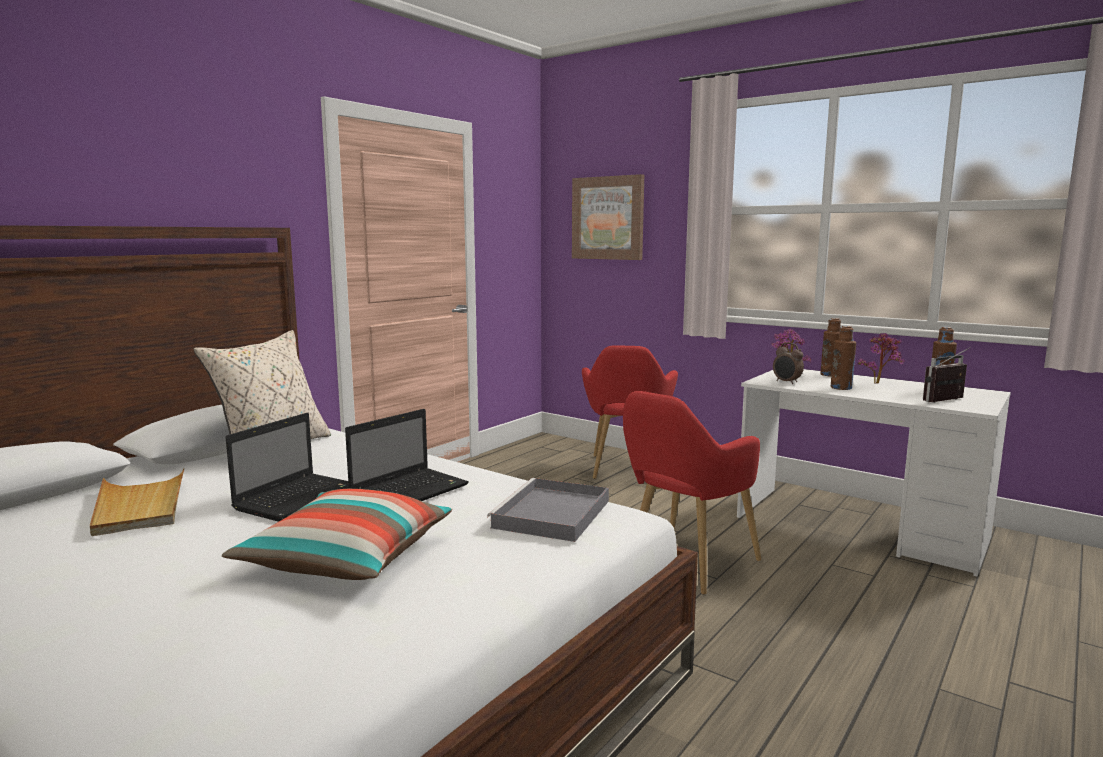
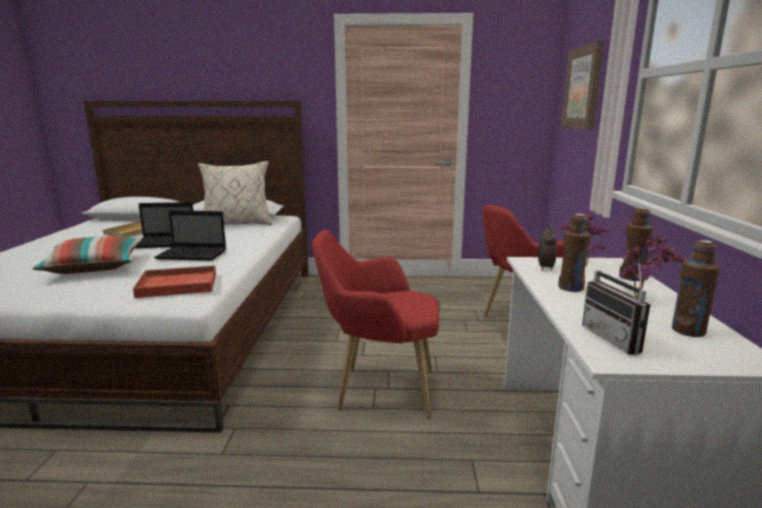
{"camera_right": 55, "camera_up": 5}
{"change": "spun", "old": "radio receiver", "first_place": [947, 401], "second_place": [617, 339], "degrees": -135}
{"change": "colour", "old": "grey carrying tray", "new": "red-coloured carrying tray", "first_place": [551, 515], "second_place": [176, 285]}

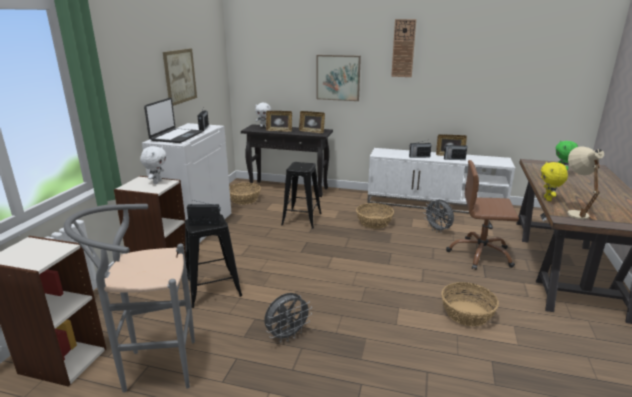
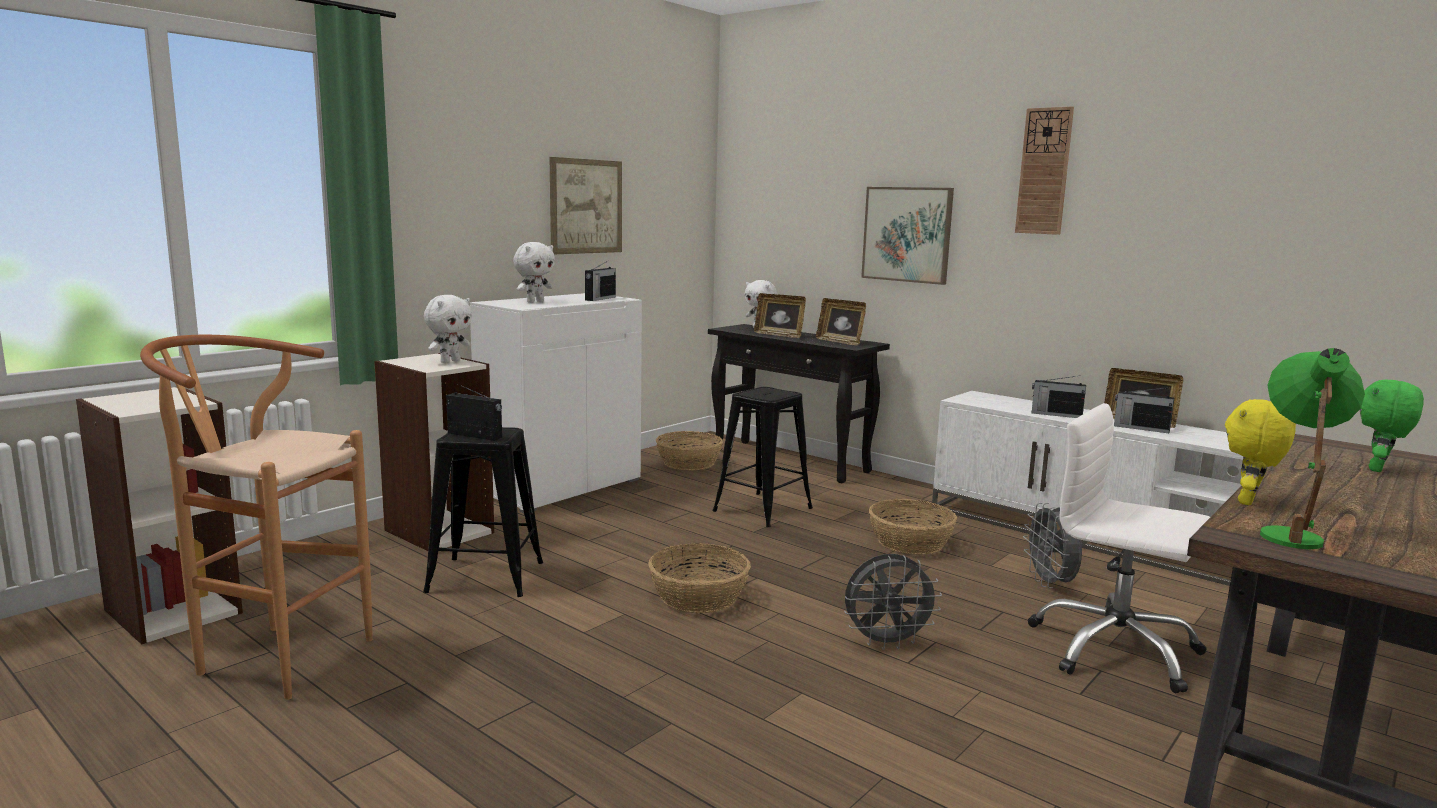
{"camera_right": 25, "camera_up": -10}
{"change": "exchanged", "old": "laptop", "new": "whitish plush toy", "first_place": [176, 136], "second_place": [535, 301]}
{"change": "colour", "old": "sand-coloured table lamp", "new": "greenish table lamp", "first_place": [575, 212], "second_place": [1292, 533]}
{"change": "colour", "old": "brownish computer chair", "new": "whitish computer chair", "first_place": [480, 254], "second_place": [1114, 650]}
{"change": "colour", "old": "grey sitting stool", "new": "brownish sitting stool", "first_place": [152, 368], "second_place": [272, 656]}
{"change": "relocated", "old": "basket", "first_place": [466, 313], "second_place": [698, 596]}
{"change": "relocated", "old": "grey fan", "first_place": [287, 336], "second_place": [886, 643]}

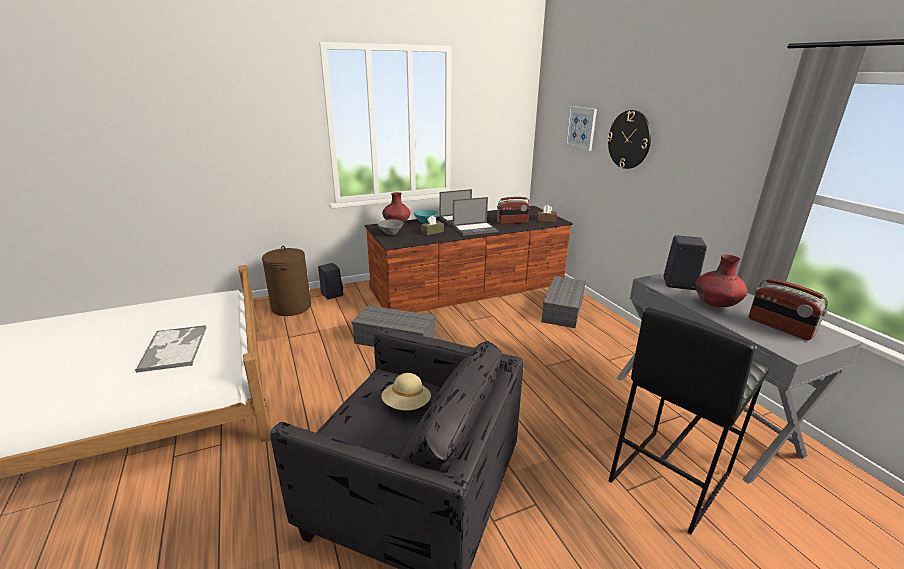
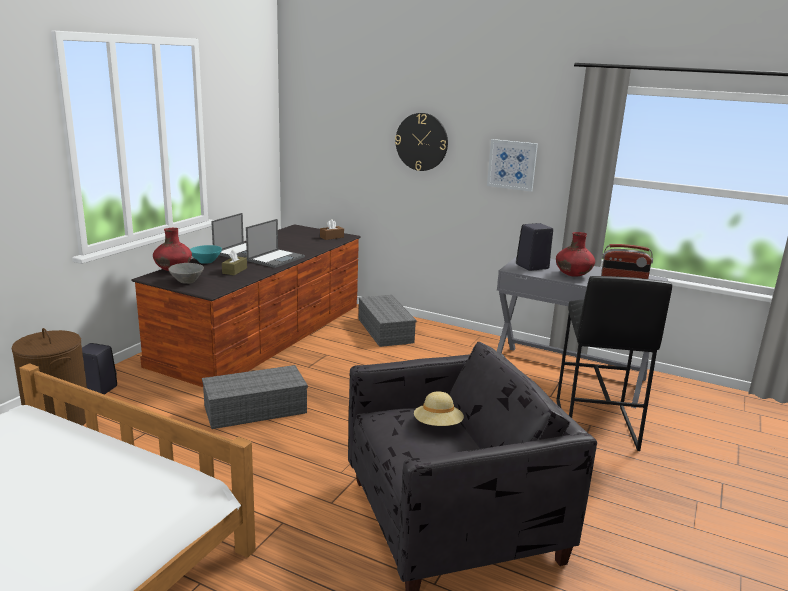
{"camera_right": -40, "camera_up": -5}
{"change": "relocated", "old": "wall art", "first_place": [581, 128], "second_place": [512, 165]}
{"change": "missing", "old": "radio receiver", "first_place": [512, 222]}
{"change": "missing", "old": "carrying tray", "first_place": [174, 348]}

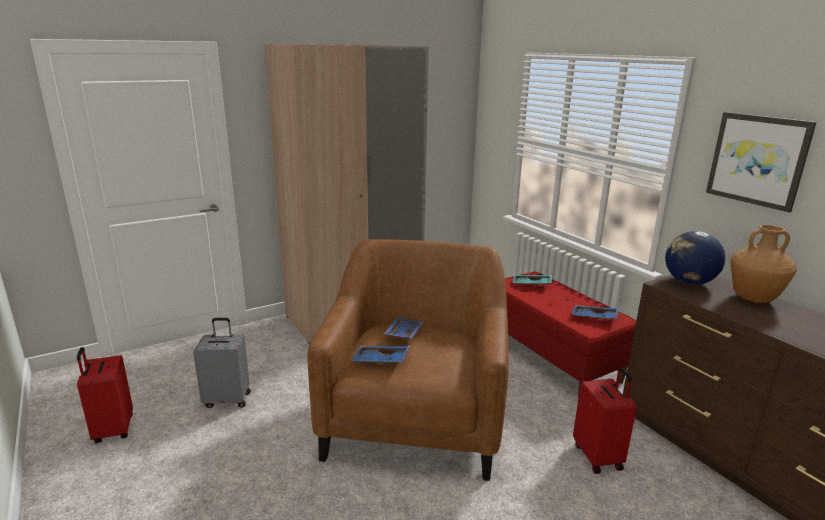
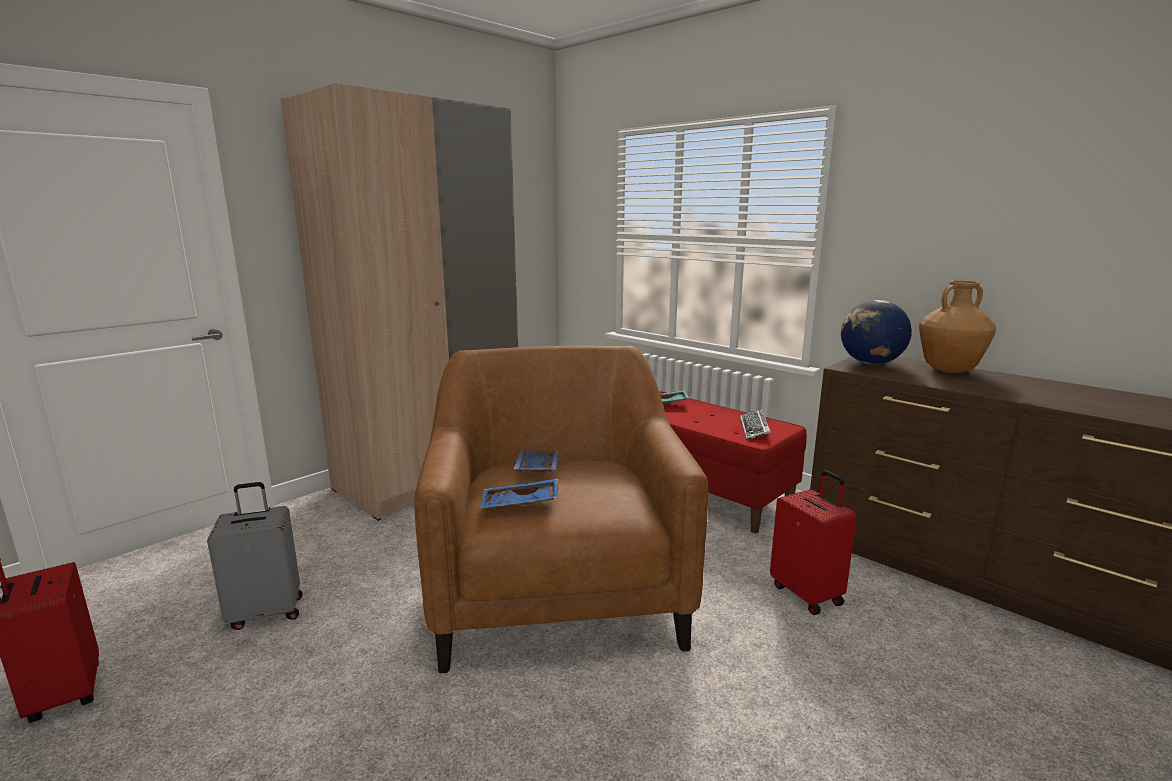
{"camera_right": -15, "camera_up": -5}
{"change": "missing", "old": "wall art", "first_place": [757, 160]}
{"change": "exchanged", "old": "blue carrying tray", "new": "computer keyboard", "first_place": [594, 318], "second_place": [754, 428]}

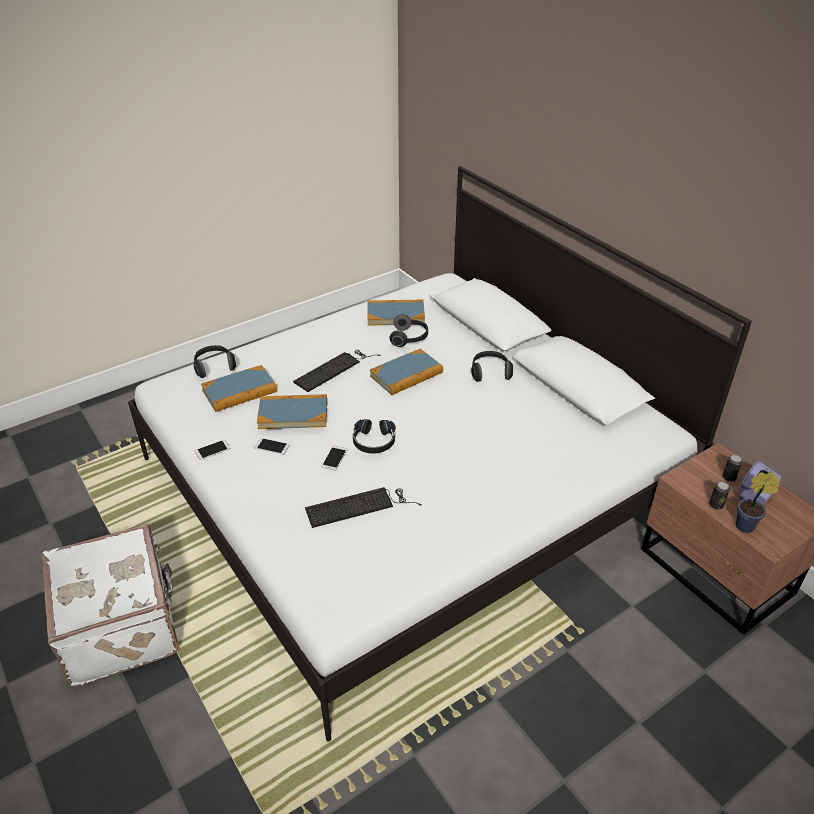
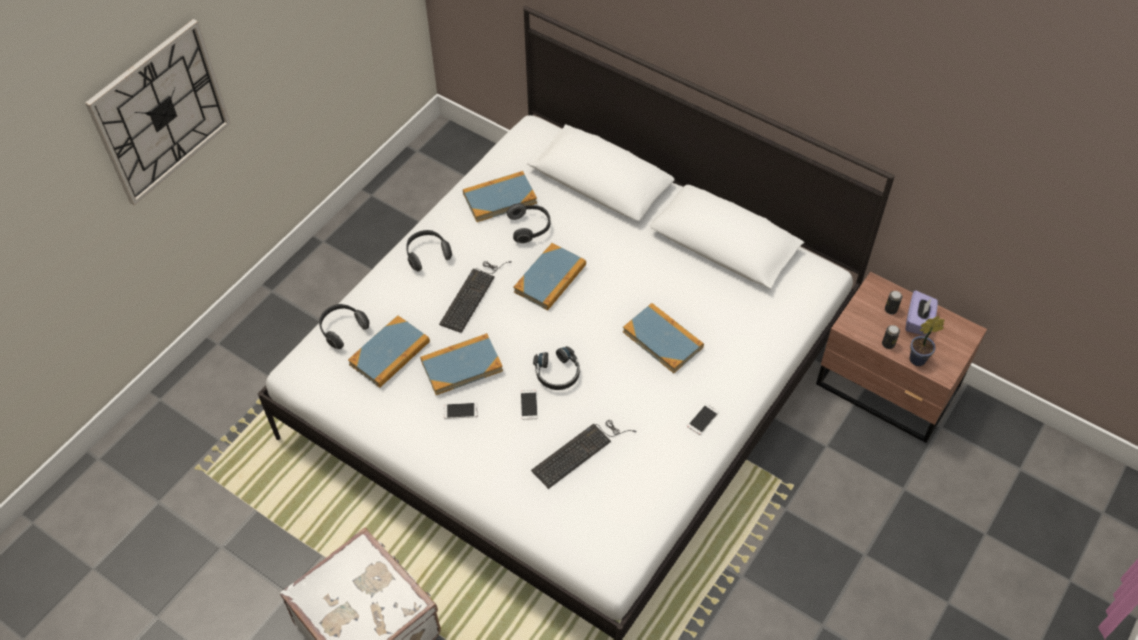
{"camera_right": -20, "camera_up": 15}
{"change": "relocated", "old": "pair of headphones", "first_place": [490, 372], "second_place": [427, 254]}
{"change": "relocated", "old": "handset", "first_place": [212, 450], "second_place": [703, 419]}
{"change": "appeared", "new": "hanging clock", "second_place": [160, 112]}
{"change": "appeared", "new": "volume", "second_place": [662, 339]}

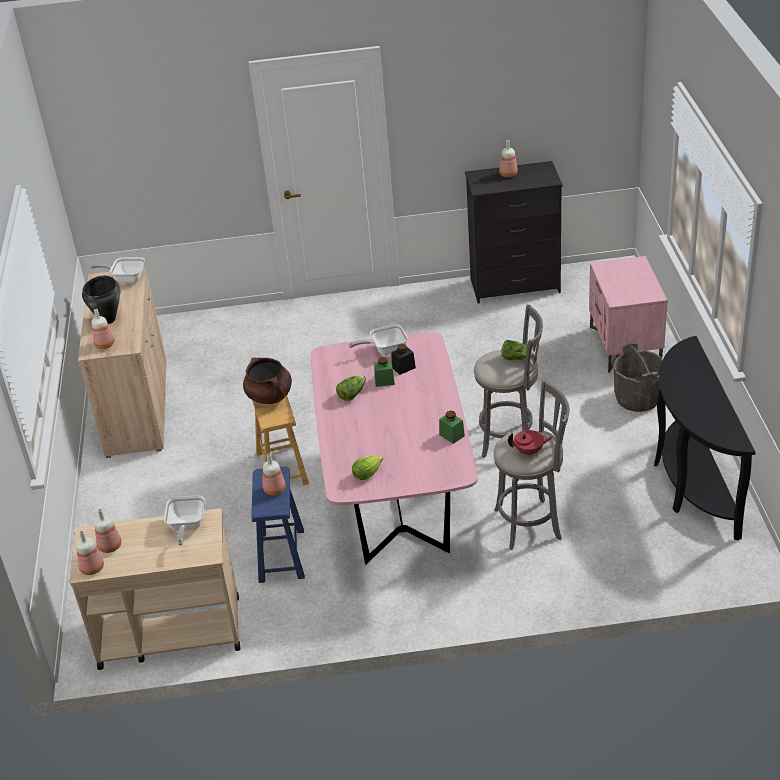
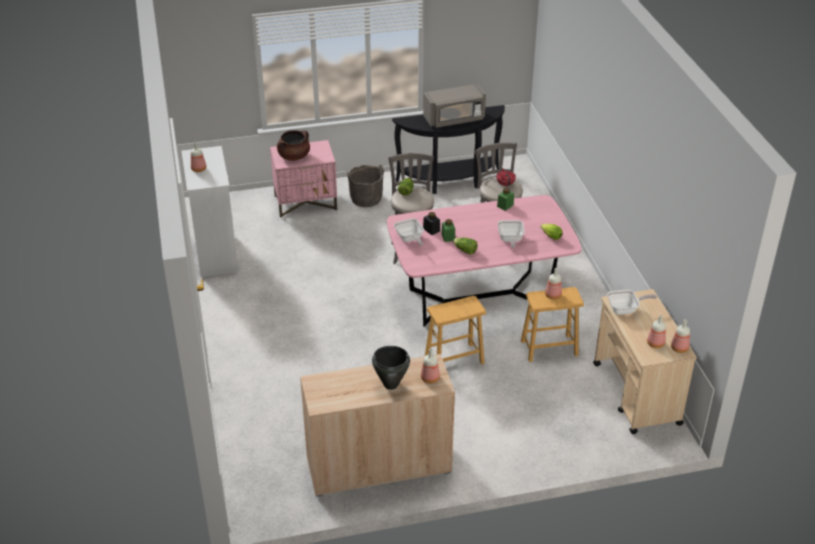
{"camera_right": -100, "camera_up": 0}
{"change": "colour", "old": "black-coloured chest of drawers", "new": "whitish chest of drawers", "first_place": [516, 286], "second_place": [216, 253]}
{"change": "relocated", "old": "skillet", "first_place": [126, 278], "second_place": [510, 240]}
{"change": "relocated", "old": "brownish stockpot", "first_place": [269, 396], "second_place": [294, 156]}
{"change": "colour", "old": "blue sitting stool", "new": "brownish sitting stool", "first_place": [281, 556], "second_place": [549, 348]}
{"change": "appeared", "new": "grey microwave", "second_place": [454, 119]}

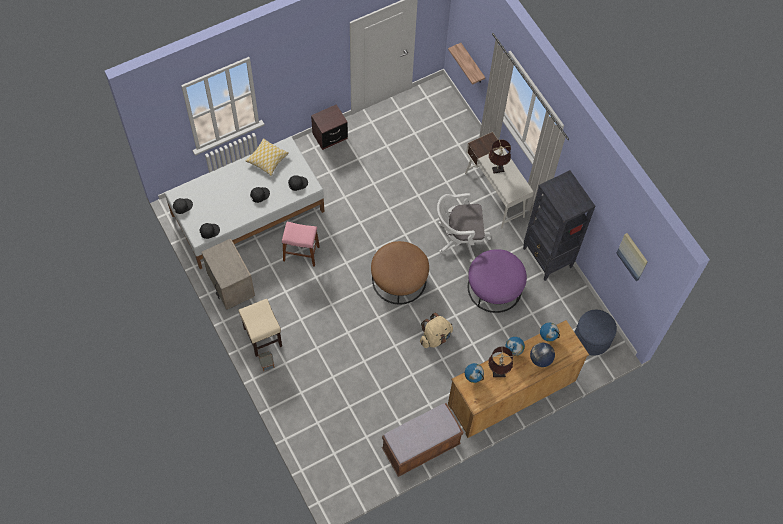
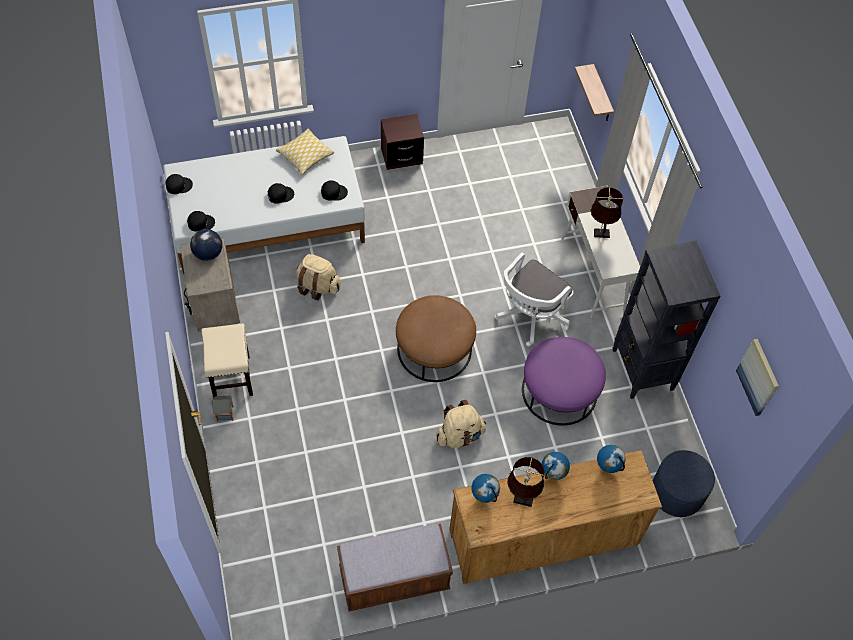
{"camera_right": 15, "camera_up": -5}
{"change": "spun", "old": "whitish computer chair", "first_place": [459, 238], "second_place": [529, 317], "degrees": -60}
{"change": "exchanged", "old": "pinkish sitting stool", "new": "sand-coloured backpack", "first_place": [301, 253], "second_place": [318, 286]}
{"change": "relocated", "old": "world globe", "first_place": [540, 359], "second_place": [208, 254]}

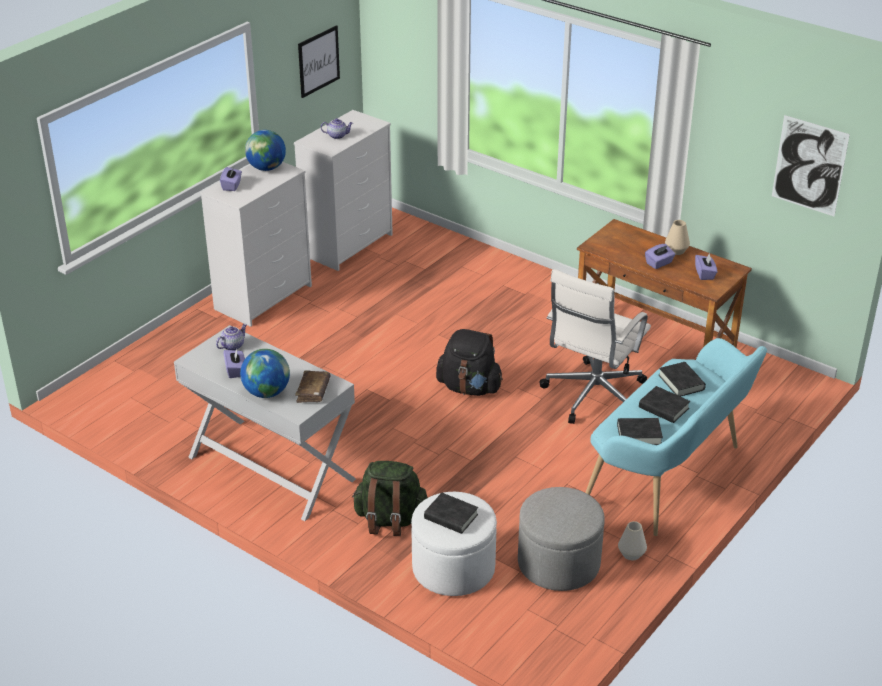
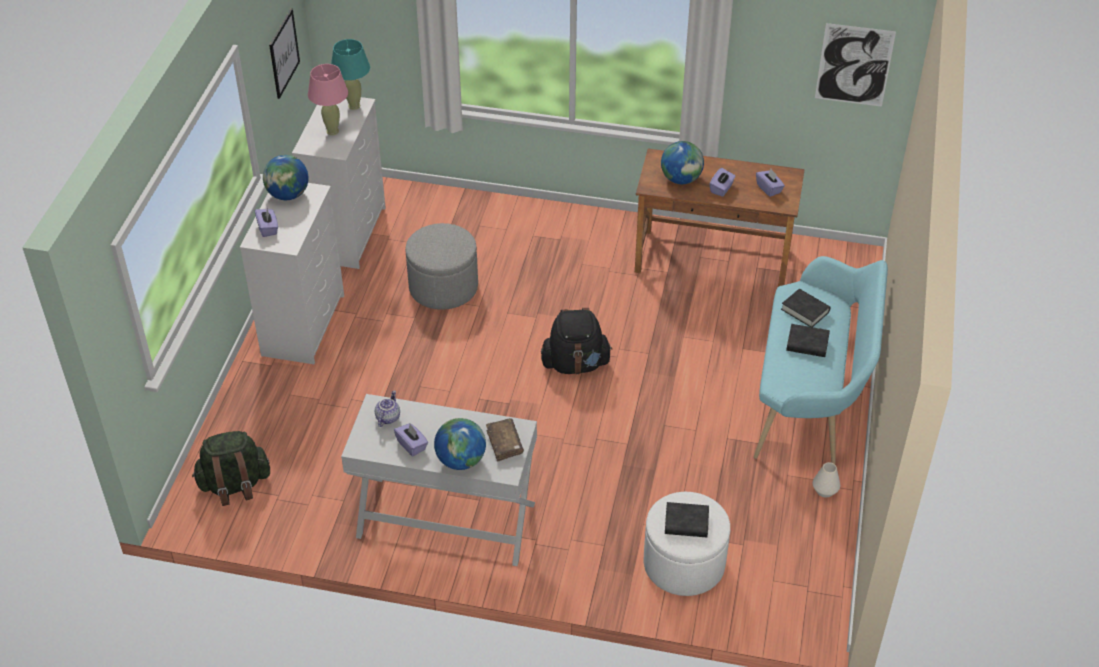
{"camera_right": -25, "camera_up": 10}
{"change": "exchanged", "old": "pot for tea", "new": "pinkish table lamp", "first_place": [337, 136], "second_place": [332, 131]}
{"change": "missing", "old": "sand-coloured flower vase", "first_place": [676, 251]}
{"change": "missing", "old": "whitish computer chair", "first_place": [592, 396]}
{"change": "missing", "old": "black-coloured volume", "first_place": [639, 435]}
{"change": "relocated", "old": "greenish backpack", "first_place": [390, 520], "second_place": [235, 485]}
{"change": "relocated", "old": "grey ottoman", "first_place": [558, 563], "second_place": [443, 287]}
{"change": "appeared", "new": "turquoise table lamp", "second_place": [354, 106]}
{"change": "appeared", "new": "world globe", "second_place": [681, 179]}

